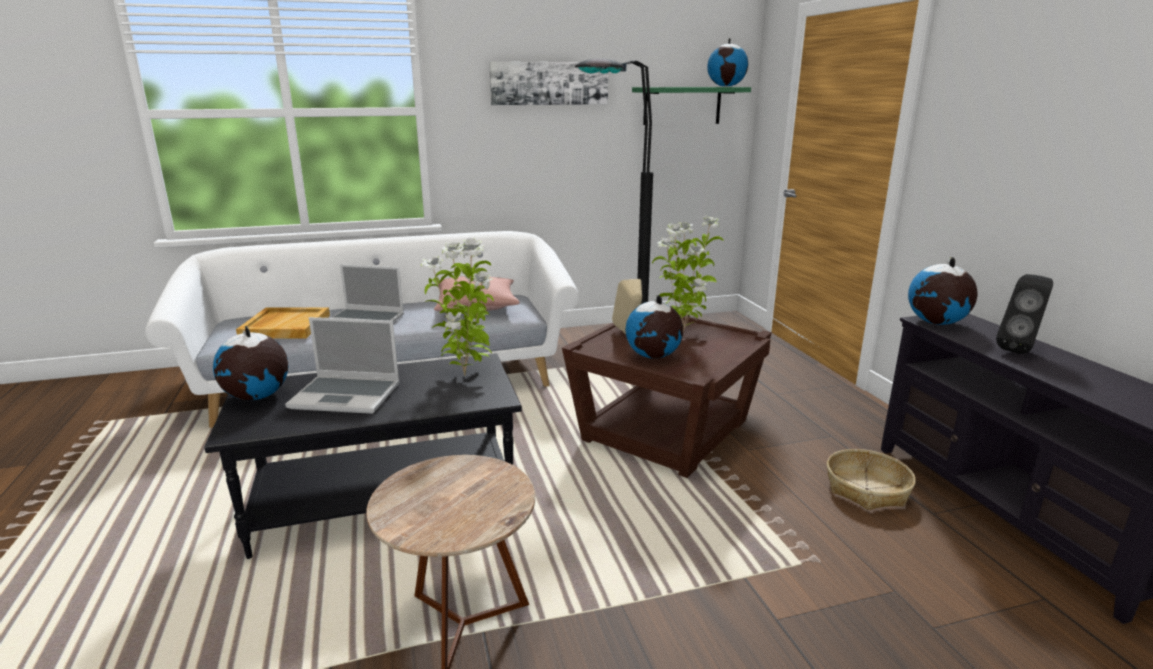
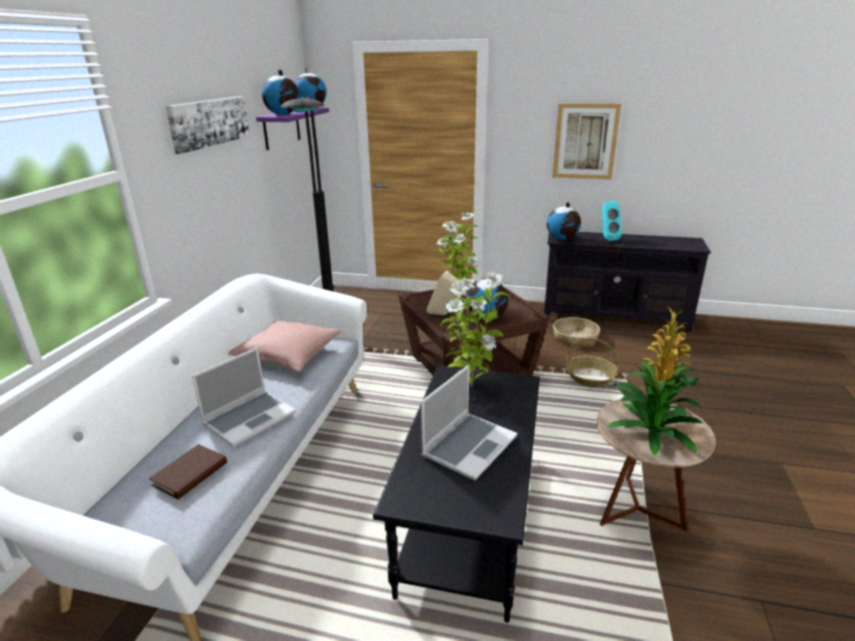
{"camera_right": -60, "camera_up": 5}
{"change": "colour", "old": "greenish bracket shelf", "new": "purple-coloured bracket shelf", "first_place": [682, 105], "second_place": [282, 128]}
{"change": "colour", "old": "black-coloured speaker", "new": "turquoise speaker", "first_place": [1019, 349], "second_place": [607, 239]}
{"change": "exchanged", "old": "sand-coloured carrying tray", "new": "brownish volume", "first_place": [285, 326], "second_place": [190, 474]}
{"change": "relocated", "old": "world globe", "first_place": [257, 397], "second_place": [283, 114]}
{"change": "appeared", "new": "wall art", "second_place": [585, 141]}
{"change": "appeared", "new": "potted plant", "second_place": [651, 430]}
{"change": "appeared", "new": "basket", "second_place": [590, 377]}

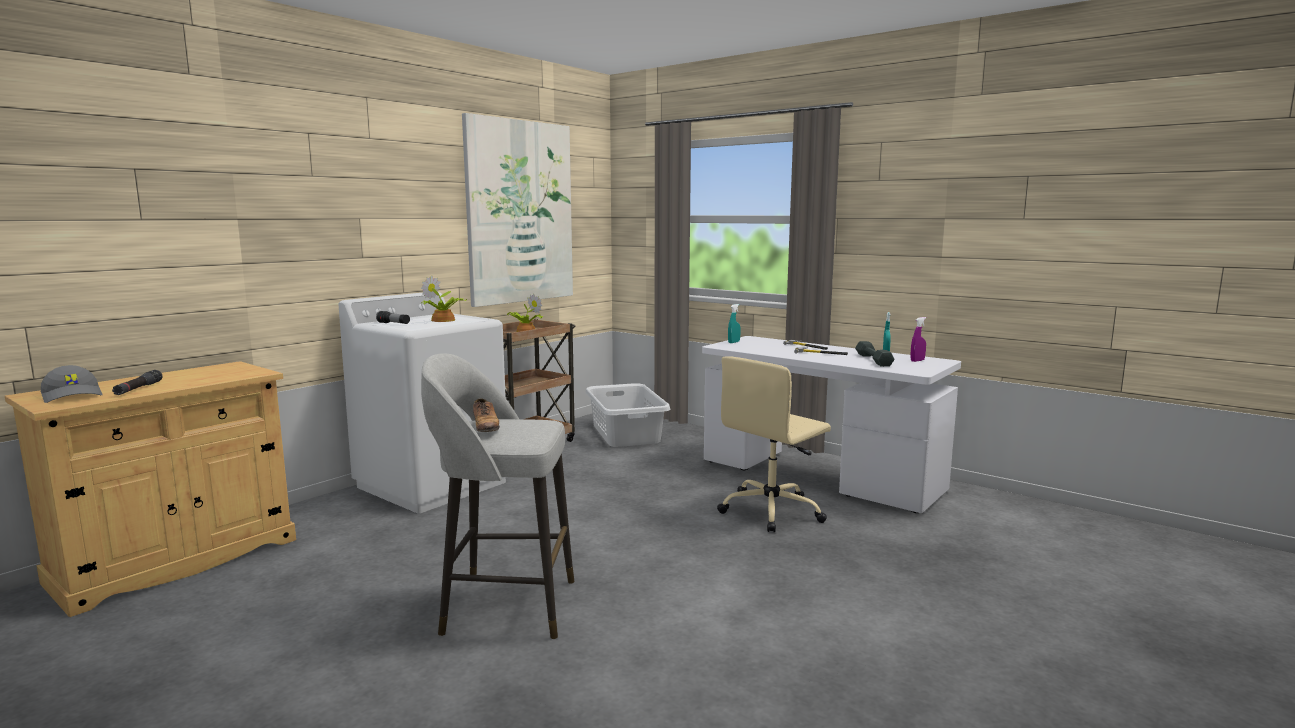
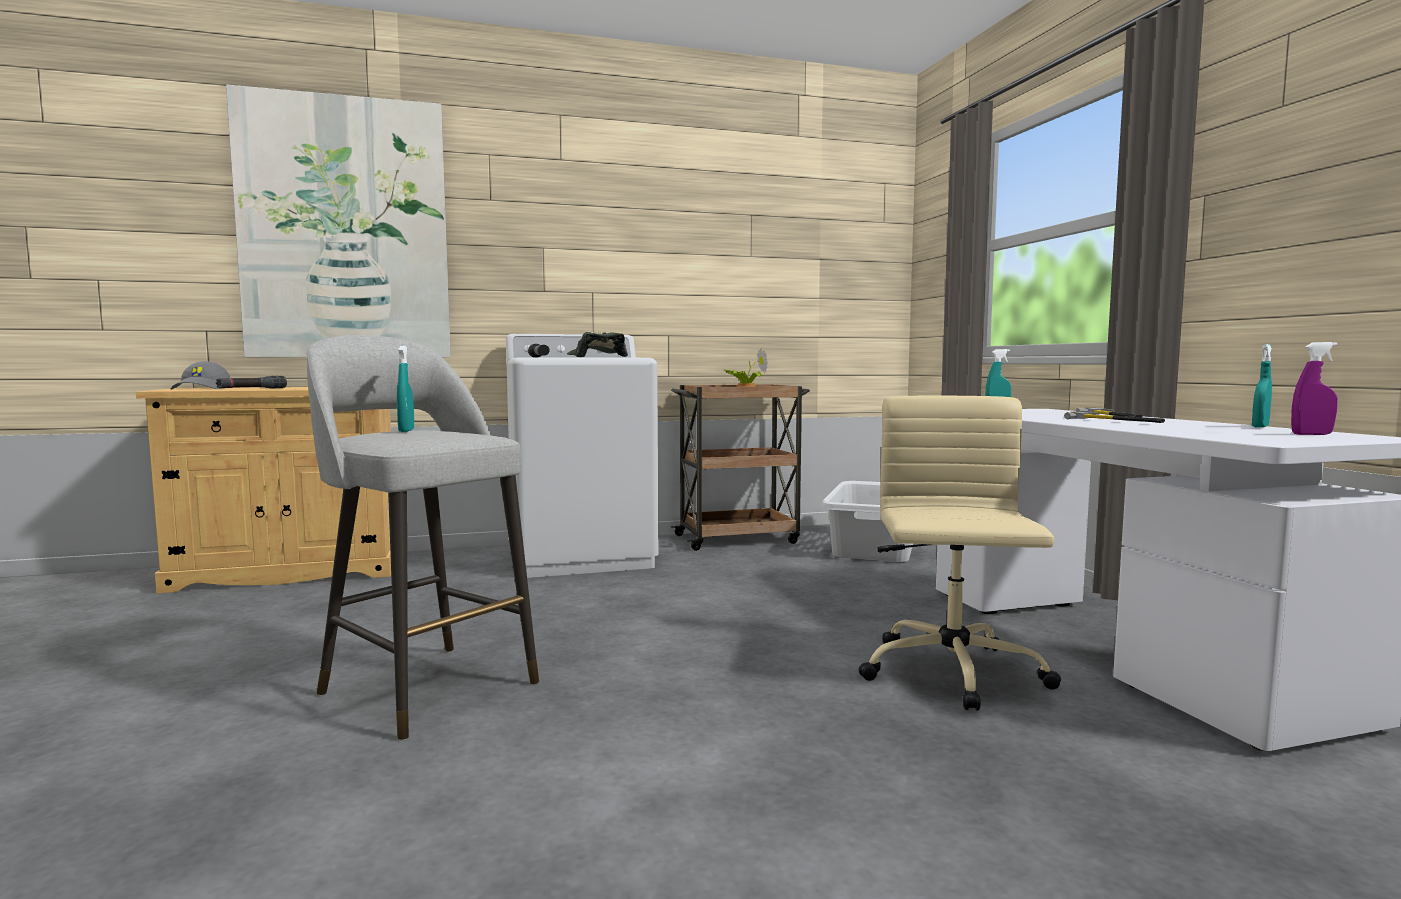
{"camera_right": 35, "camera_up": -5}
{"change": "relocated", "old": "wall art", "first_place": [520, 212], "second_place": [345, 229]}
{"change": "exchanged", "old": "potted plant", "new": "baseball cap", "first_place": [443, 320], "second_place": [595, 357]}
{"change": "missing", "old": "grey hand weight", "first_place": [873, 360]}
{"change": "spun", "old": "sand-coloured computer chair", "first_place": [772, 510], "second_place": [952, 673], "degrees": 105}
{"change": "exchanged", "old": "shoe", "new": "turquoise sprayer", "first_place": [486, 427], "second_place": [406, 431]}

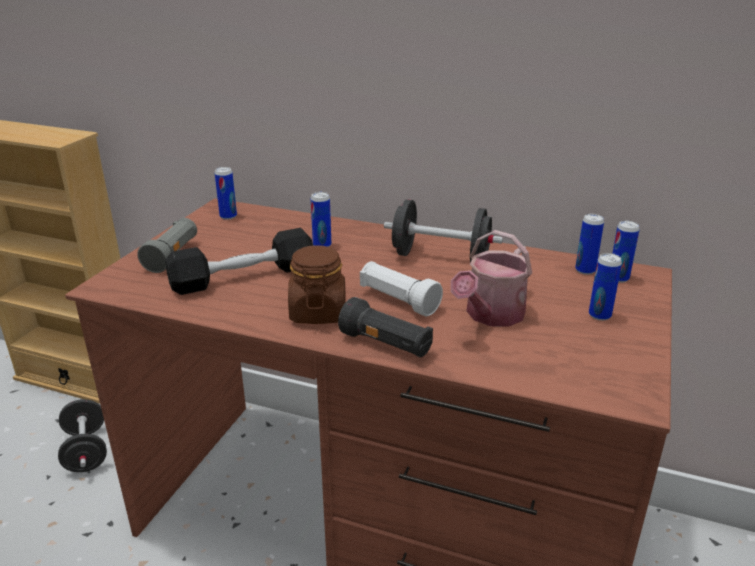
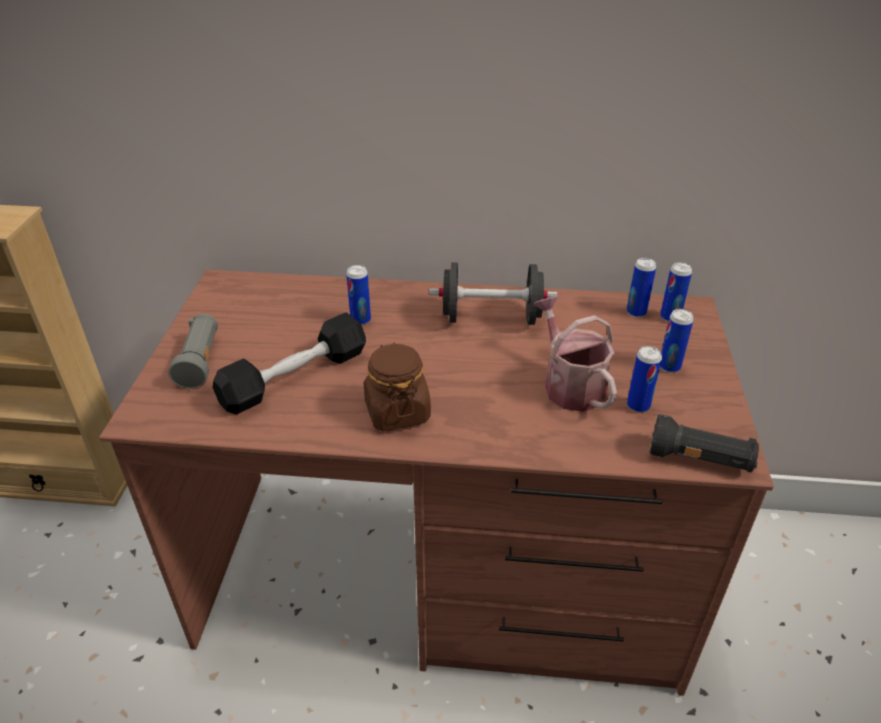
{"camera_right": -15, "camera_up": 10}
{"change": "relocated", "old": "can", "first_place": [228, 216], "second_place": [638, 406]}
{"change": "spun", "old": "sprinkling can", "first_place": [491, 315], "second_place": [570, 384], "degrees": 135}
{"change": "missing", "old": "whitish flashlight", "first_place": [398, 301]}
{"change": "relocated", "old": "black-coloured flashlight", "first_place": [386, 345], "second_place": [699, 460]}
{"change": "missing", "old": "black-coloured hand weight", "first_place": [86, 451]}

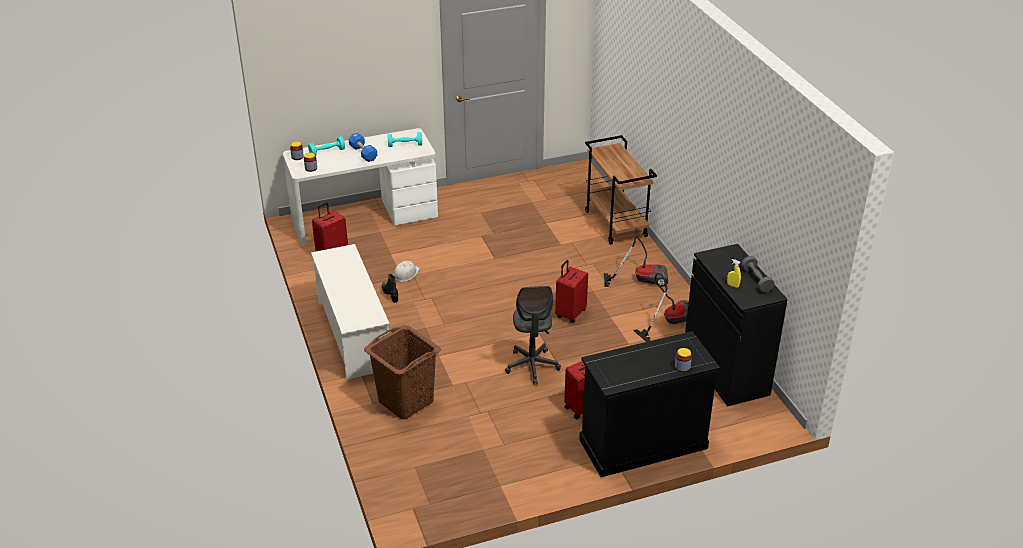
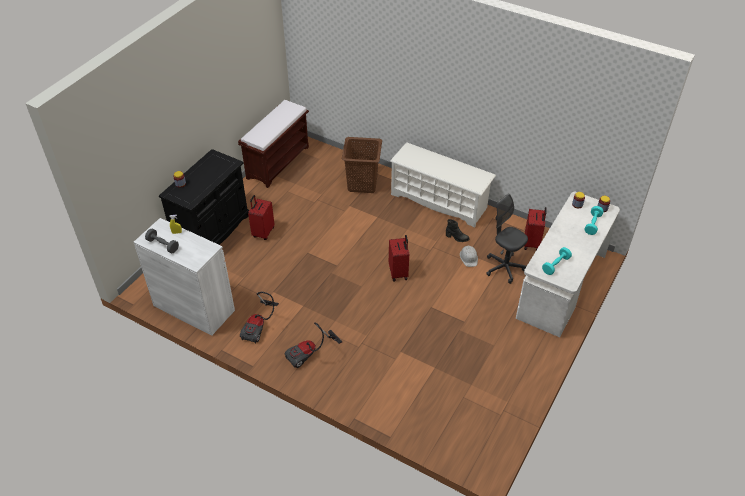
{"camera_right": 140, "camera_up": 10}
{"change": "missing", "old": "blue hand weight", "first_place": [363, 153]}
{"change": "missing", "old": "brownish cart", "first_place": [616, 224]}
{"change": "colour", "old": "black-coloured storage cabinet", "new": "whitish storage cabinet", "first_place": [725, 370], "second_place": [194, 308]}
{"change": "relocated", "old": "red-coloured travel case", "first_place": [570, 314], "second_place": [399, 272]}
{"change": "relocated", "old": "grey computer chair", "first_place": [532, 366], "second_place": [504, 268]}
{"change": "appeared", "new": "brownish long seat", "second_place": [278, 162]}

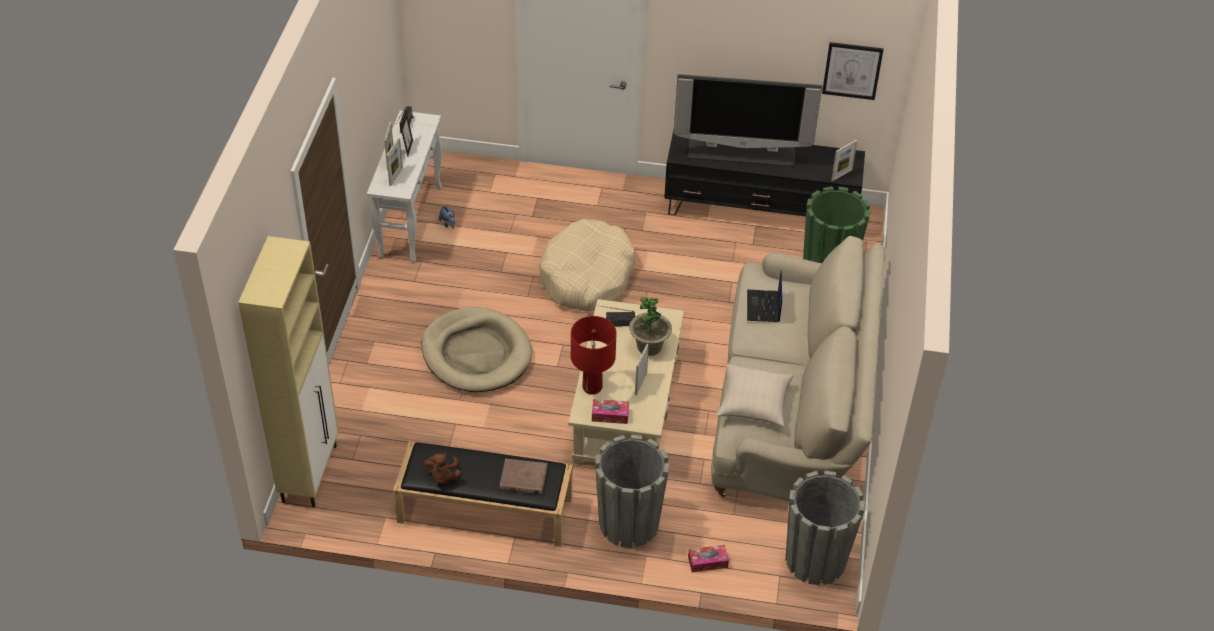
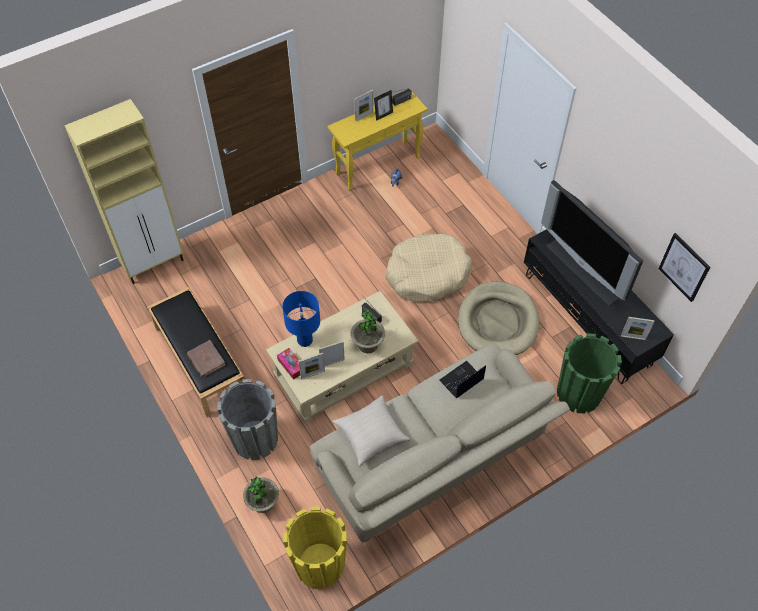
{"camera_right": 50, "camera_up": 10}
{"change": "colour", "old": "whitish hall table", "new": "yellow hall table", "first_place": [410, 221], "second_place": [378, 165]}
{"change": "relocated", "old": "picture frame", "first_place": [396, 176], "second_place": [313, 374]}
{"change": "relocated", "old": "sand-coloured dog cushion", "first_place": [476, 354], "second_place": [498, 322]}
{"change": "colour", "old": "red-coloured table lamp", "new": "blue table lamp", "first_place": [592, 387], "second_place": [305, 341]}
{"change": "missing", "old": "brownish plush toy", "first_place": [443, 477]}
{"change": "colour", "old": "grey plant pot", "new": "yellow plant pot", "first_place": [815, 560], "second_place": [319, 564]}
{"change": "exchanged", "old": "tissue holder", "new": "potted plant", "first_place": [707, 562], "second_place": [263, 503]}

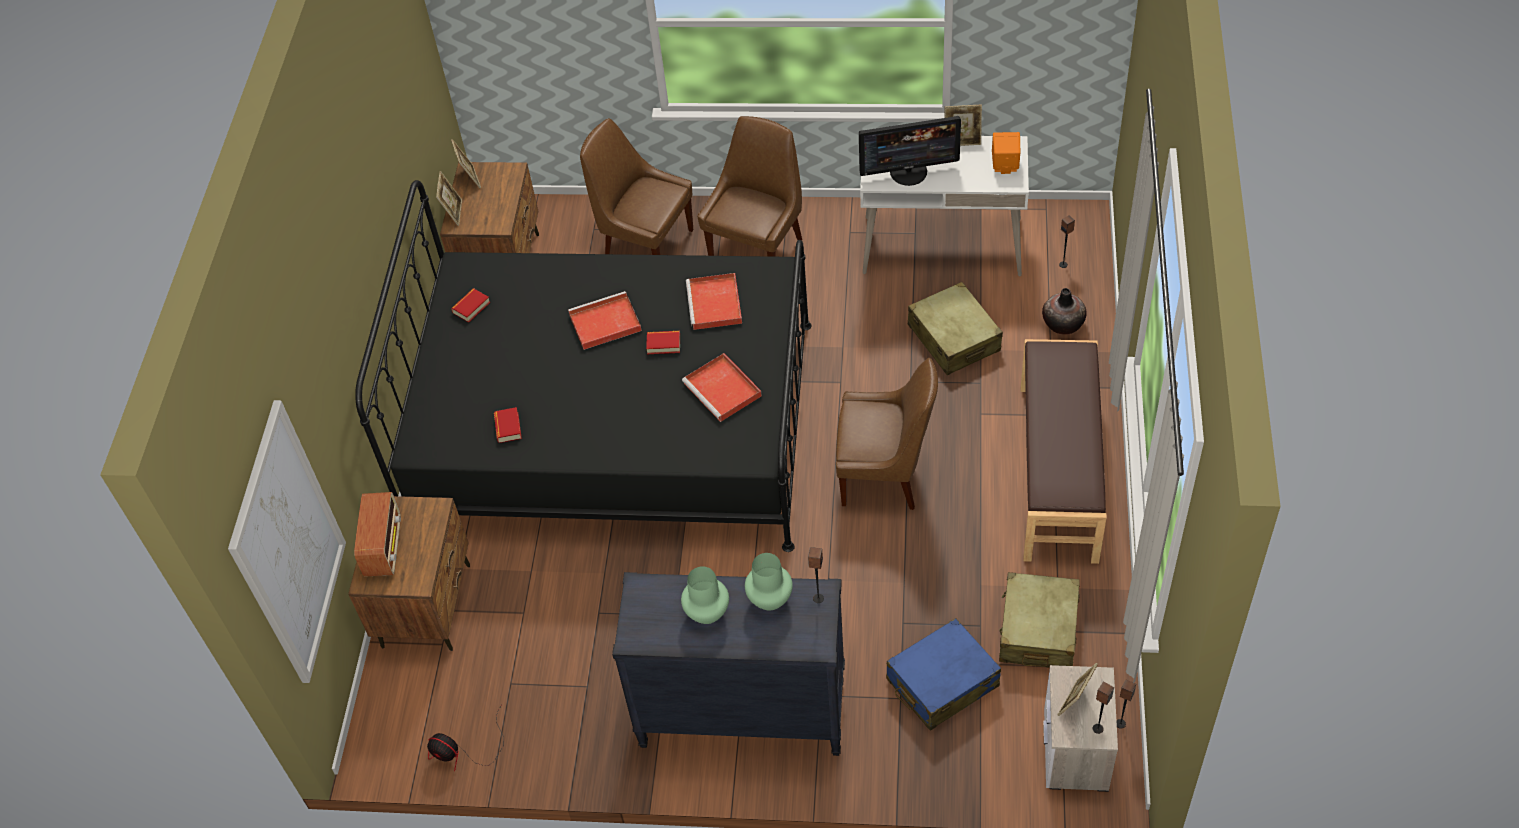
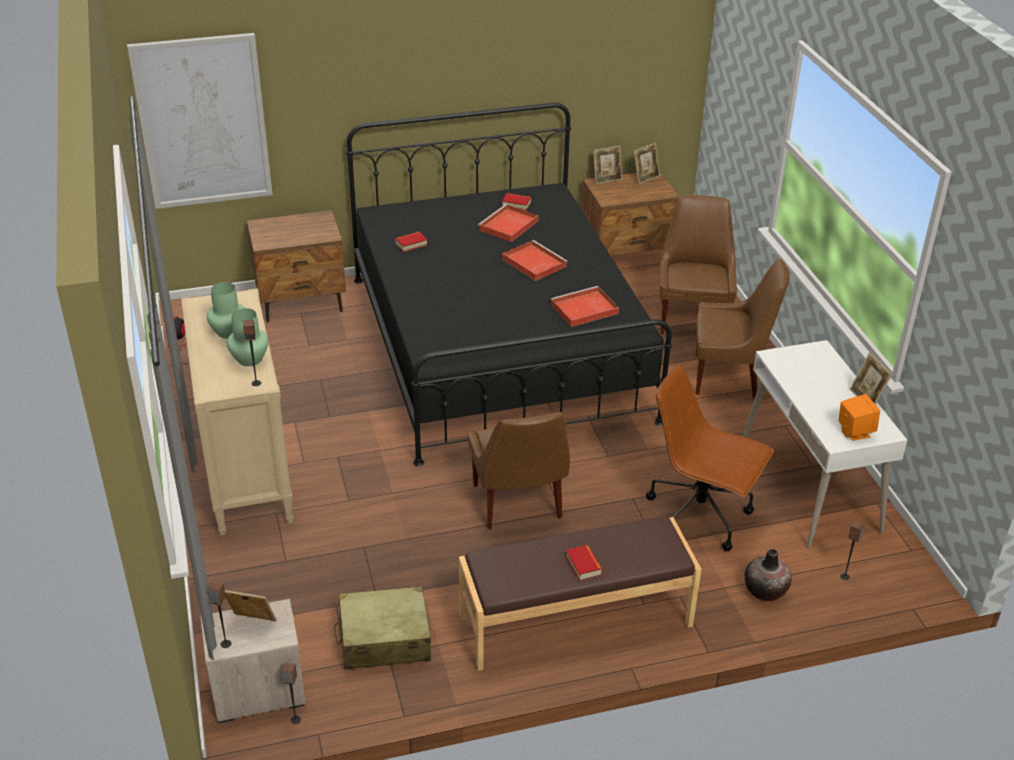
{"camera_right": 65, "camera_up": -15}
{"change": "missing", "old": "monitor", "first_place": [909, 172]}
{"change": "exchanged", "old": "sand-coloured travel case", "new": "brownish computer chair", "first_place": [953, 338], "second_place": [700, 516]}
{"change": "relocated", "old": "volume", "first_place": [663, 344], "second_place": [583, 565]}
{"change": "relocated", "old": "red-coloured carrying tray", "first_place": [723, 390], "second_place": [508, 226]}
{"change": "missing", "old": "radio receiver", "first_place": [384, 547]}
{"change": "colour", "old": "black-coloured chest of drawers", "new": "sand-coloured chest of drawers", "first_place": [741, 715], "second_place": [246, 472]}
{"change": "missing", "old": "blue travel case", "first_place": [942, 683]}

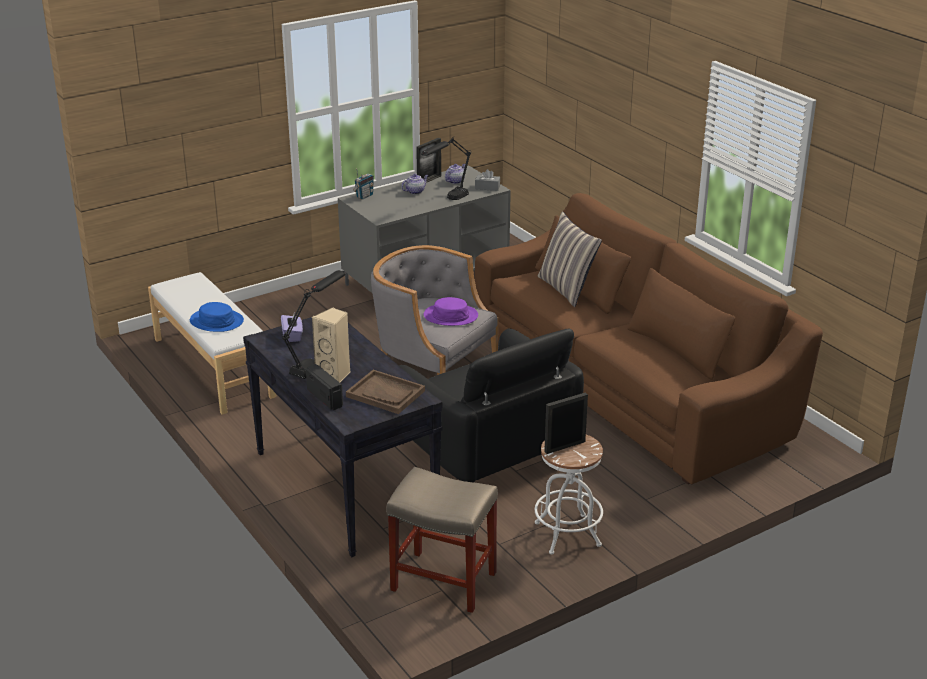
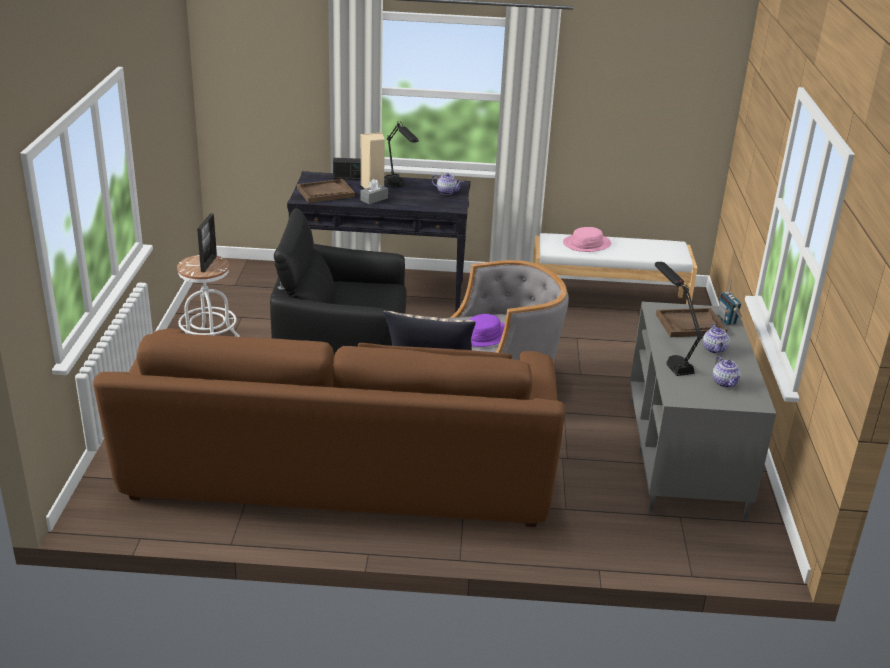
{"camera_right": 125, "camera_up": 0}
{"change": "missing", "old": "picture frame", "first_place": [429, 180]}
{"change": "relocated", "old": "grey tissue holder", "first_place": [487, 187], "second_place": [374, 199]}
{"change": "colour", "old": "blue clothing hat", "new": "pinkish clothing hat", "first_place": [217, 321], "second_place": [586, 244]}
{"change": "exchanged", "old": "purple-coloured tissue holder", "new": "pot for tea", "first_place": [292, 336], "second_place": [447, 192]}
{"change": "missing", "old": "sand-coloured sitting stool", "first_place": [442, 581]}
{"change": "appeared", "new": "brownish carrying tray", "second_place": [690, 324]}

